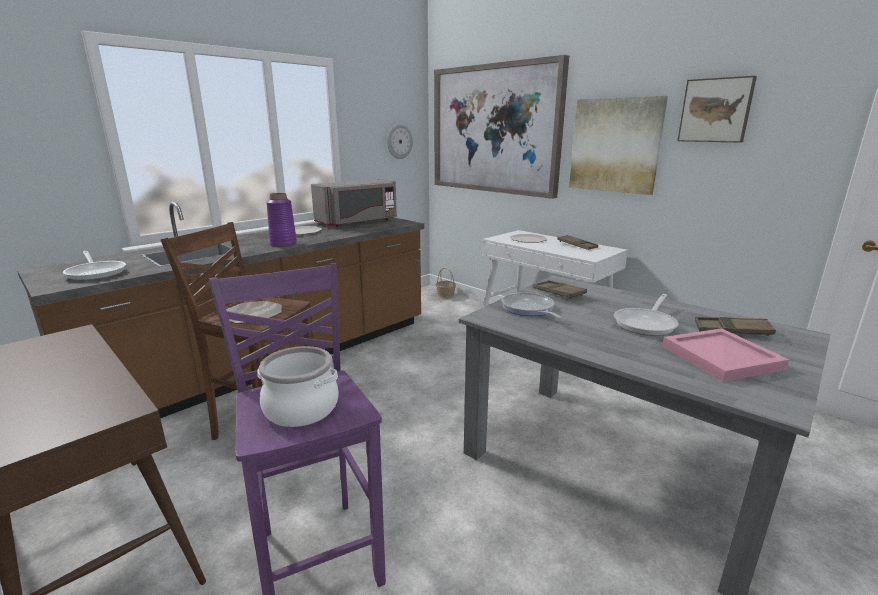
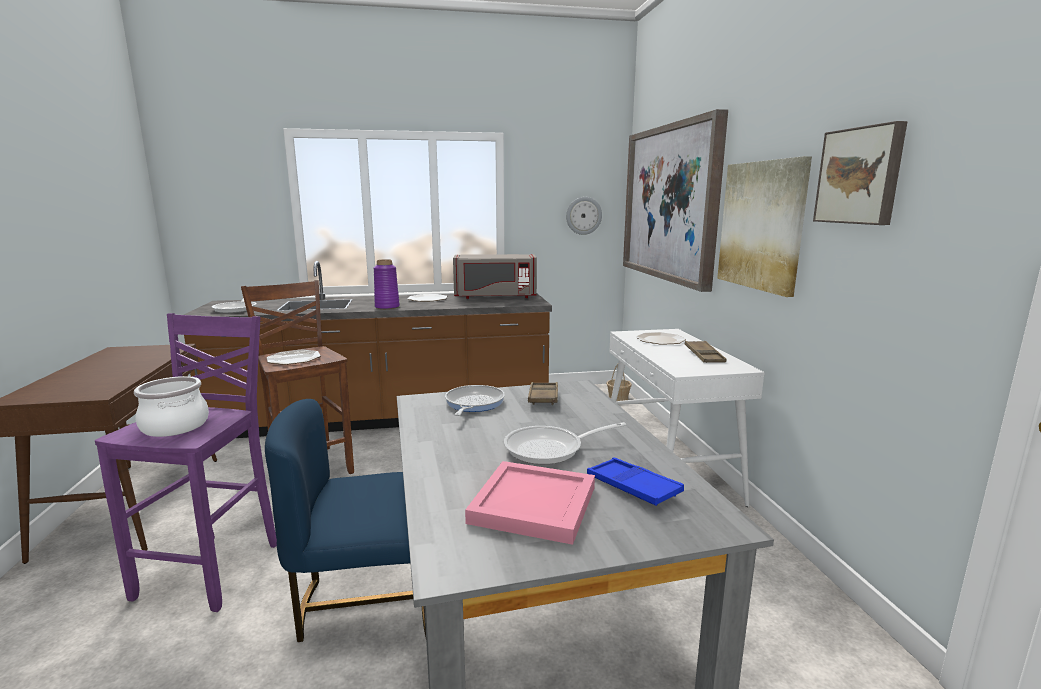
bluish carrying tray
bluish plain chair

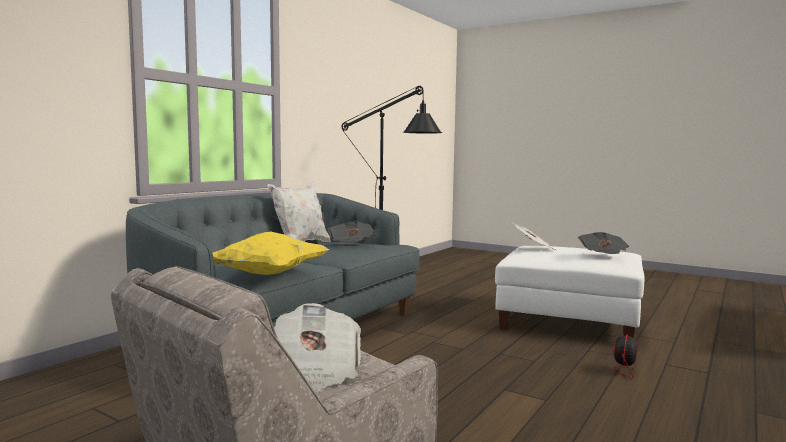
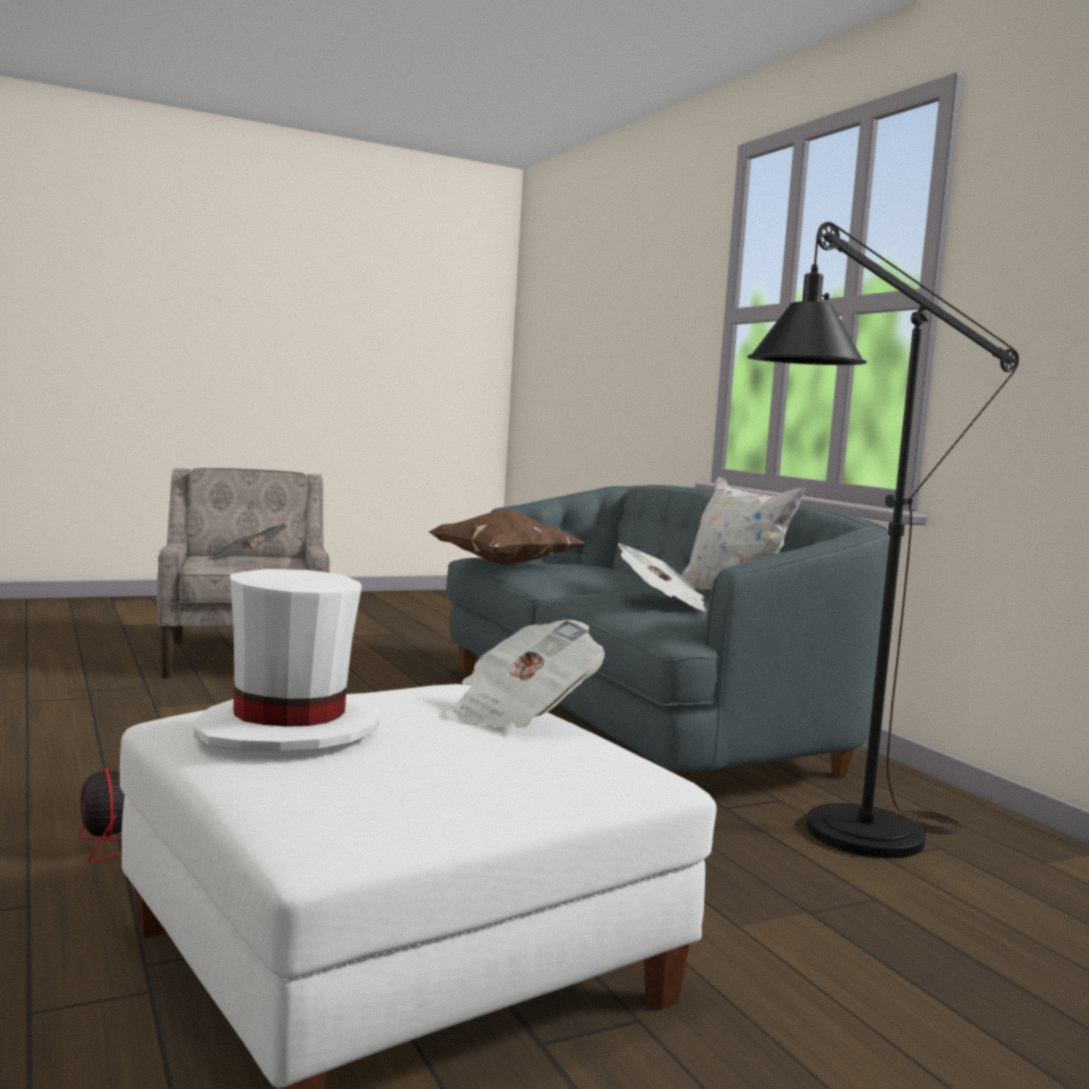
brownish pillow
whitish hat

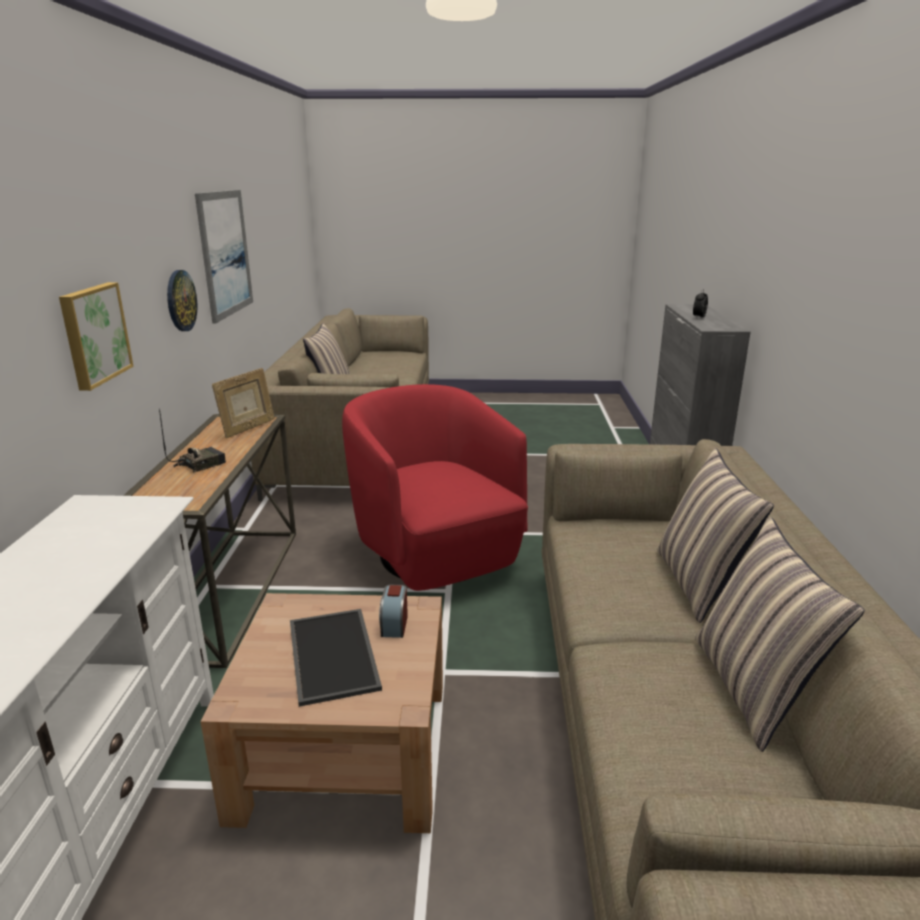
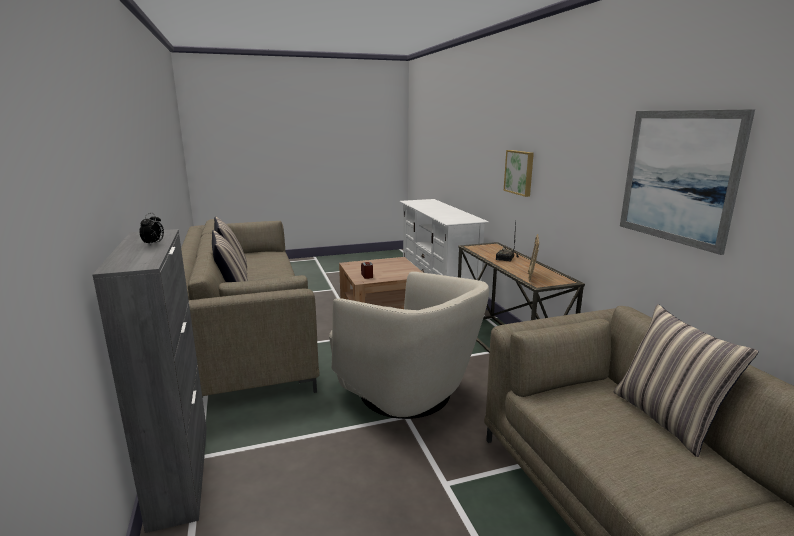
wall clock
carrying tray
sand-coloured lounge chair

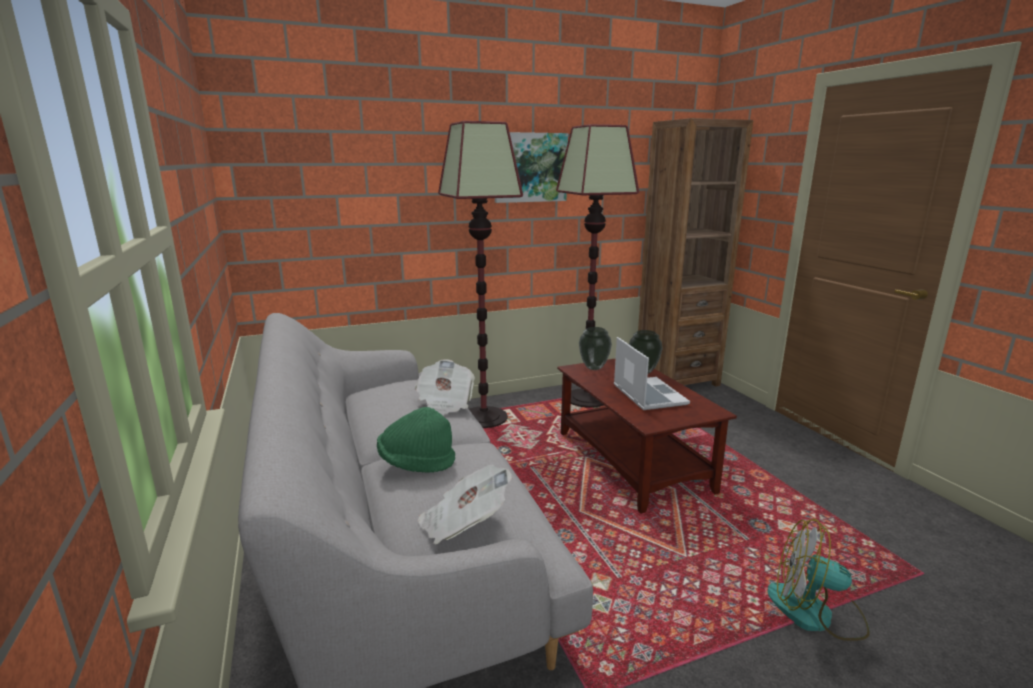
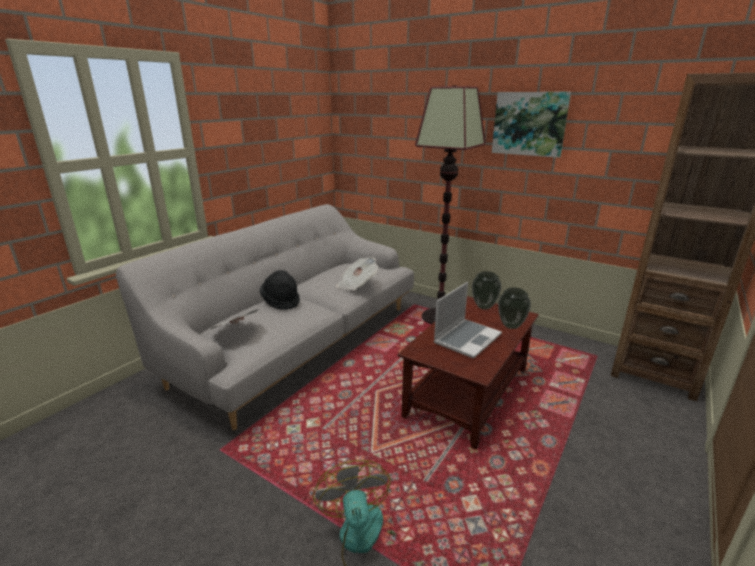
blackish hat
standing lamp (no. 2 from left in the first image)

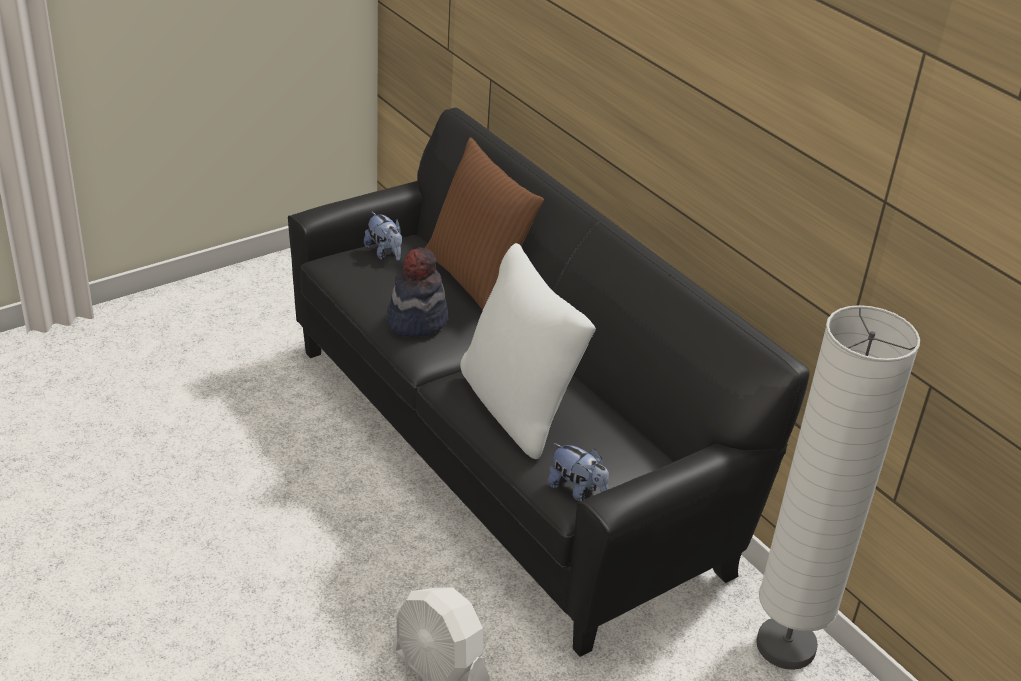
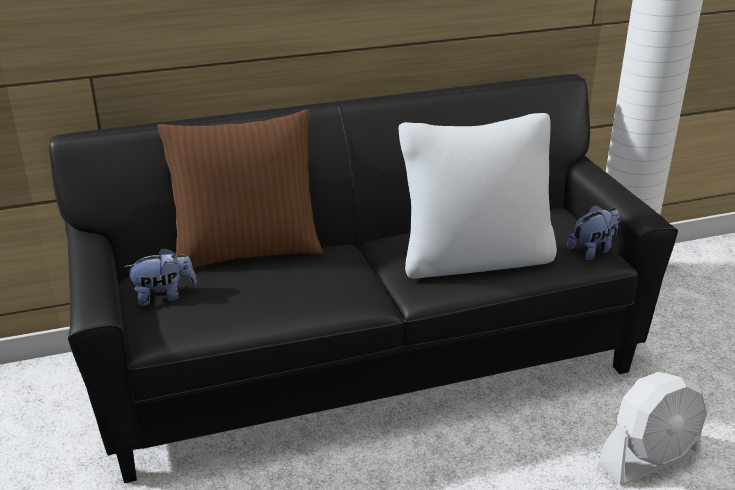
hat

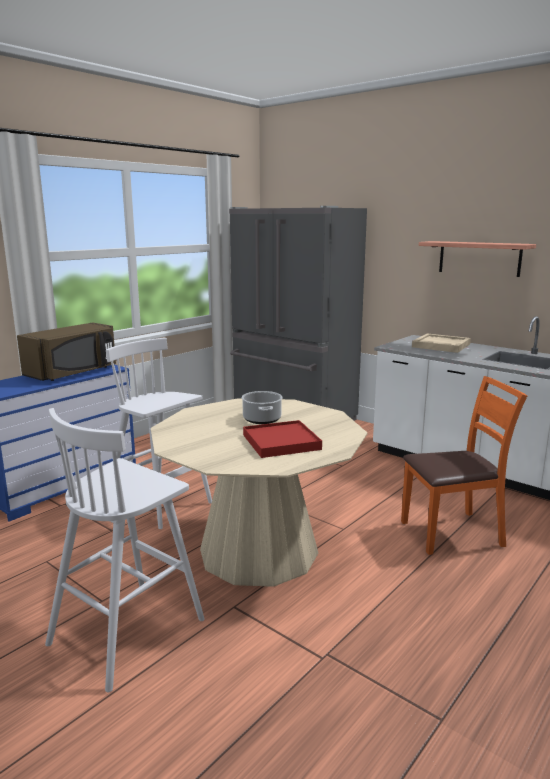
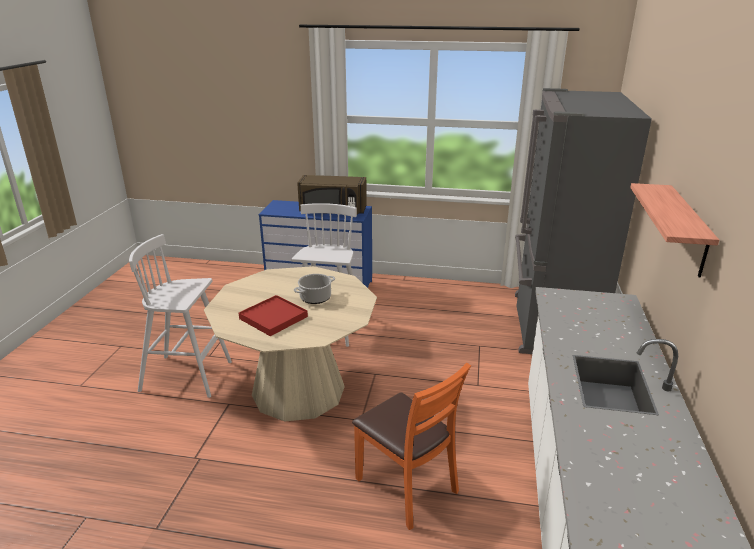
sand-coloured carrying tray

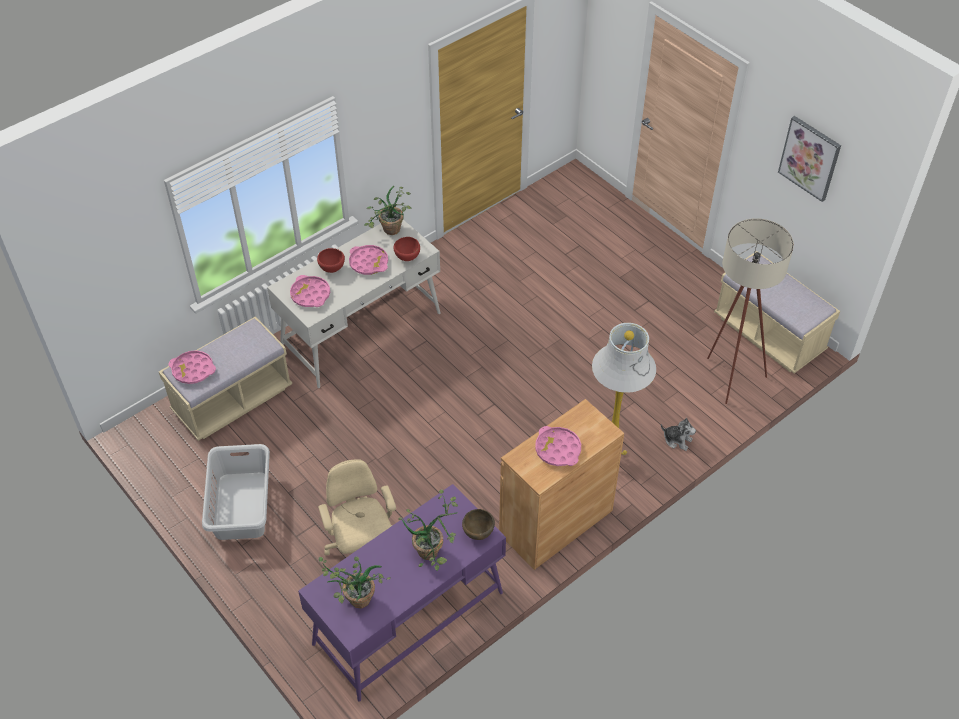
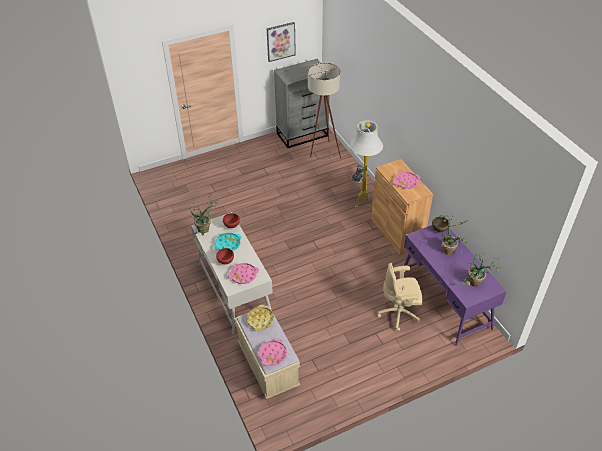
grey hamper
turquoise-coloured carrying tray
grey chest of drawers
yellow-coloured carrying tray

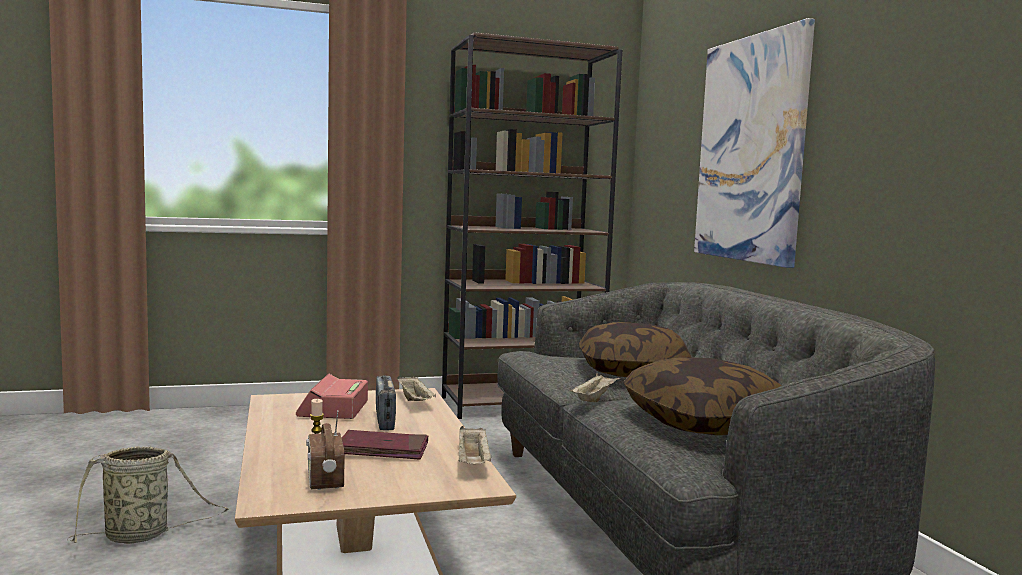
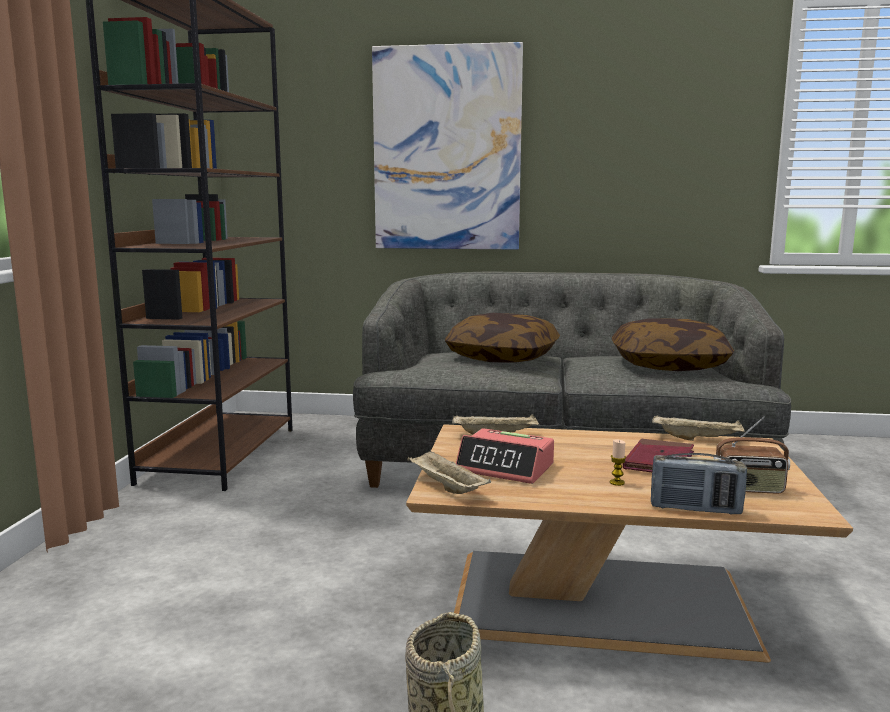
radio set (no. 1 from left)
sand-coloured carrying tray (no. 1 from left)

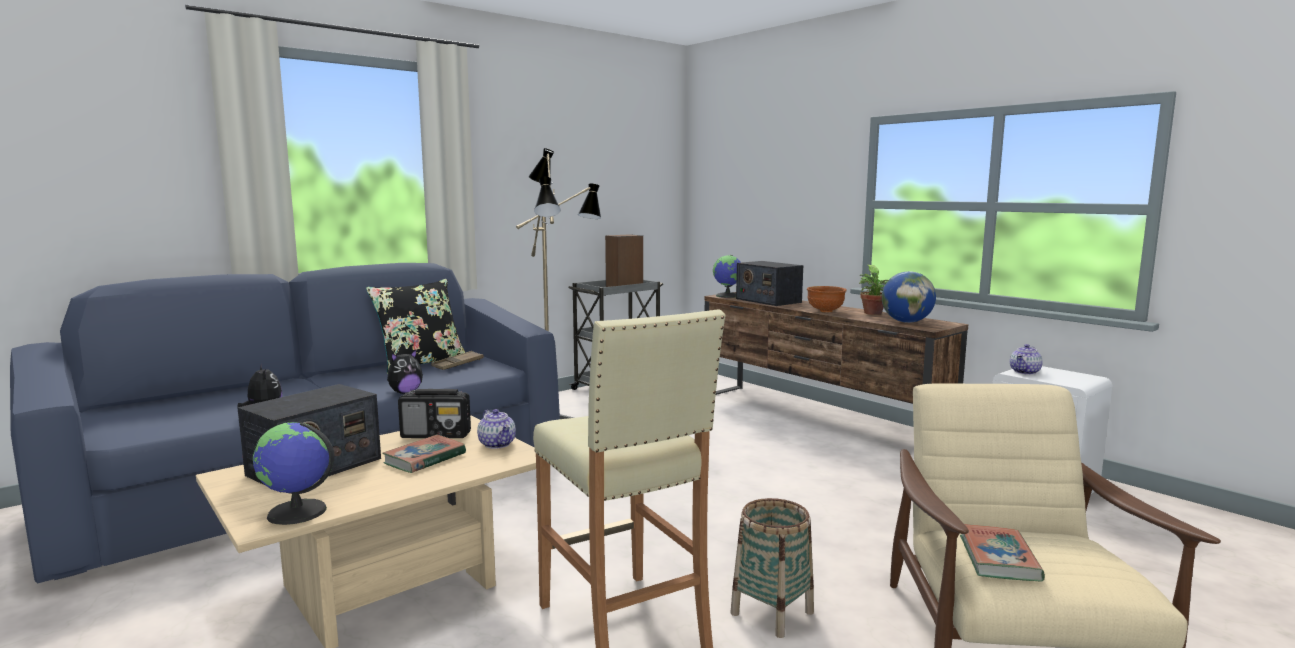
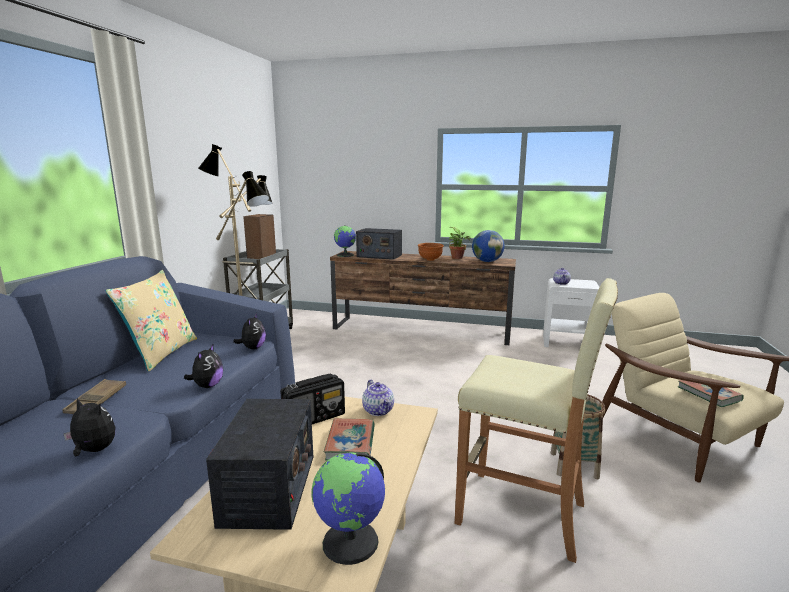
sand-coloured pillow
brownish carrying tray
tea pot (no. 1 from left)
cuddly toy (no. 3 from left)

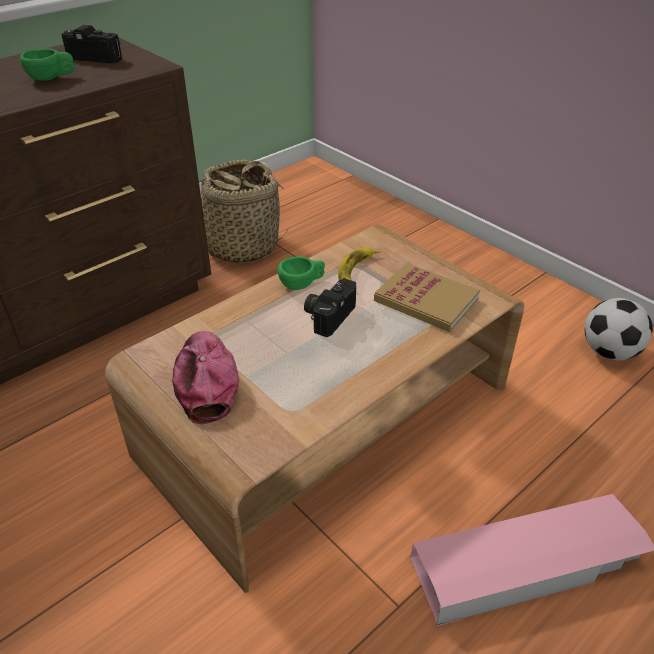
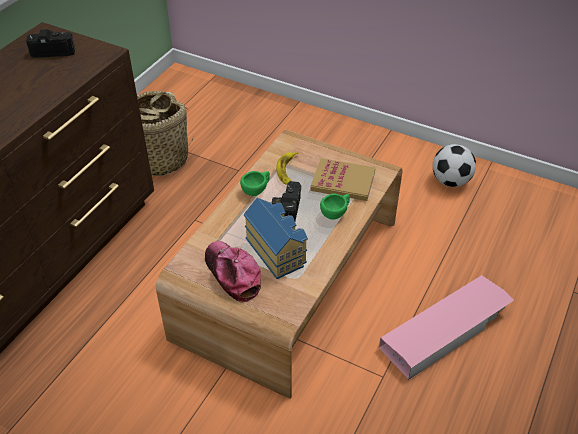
green small cup (no. 2 from left)
miniature house

